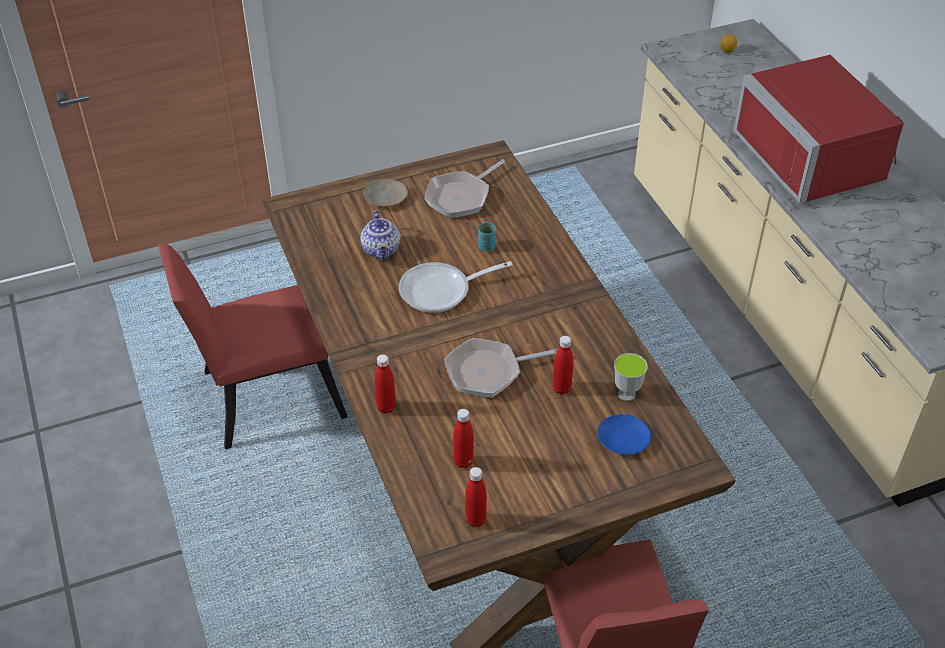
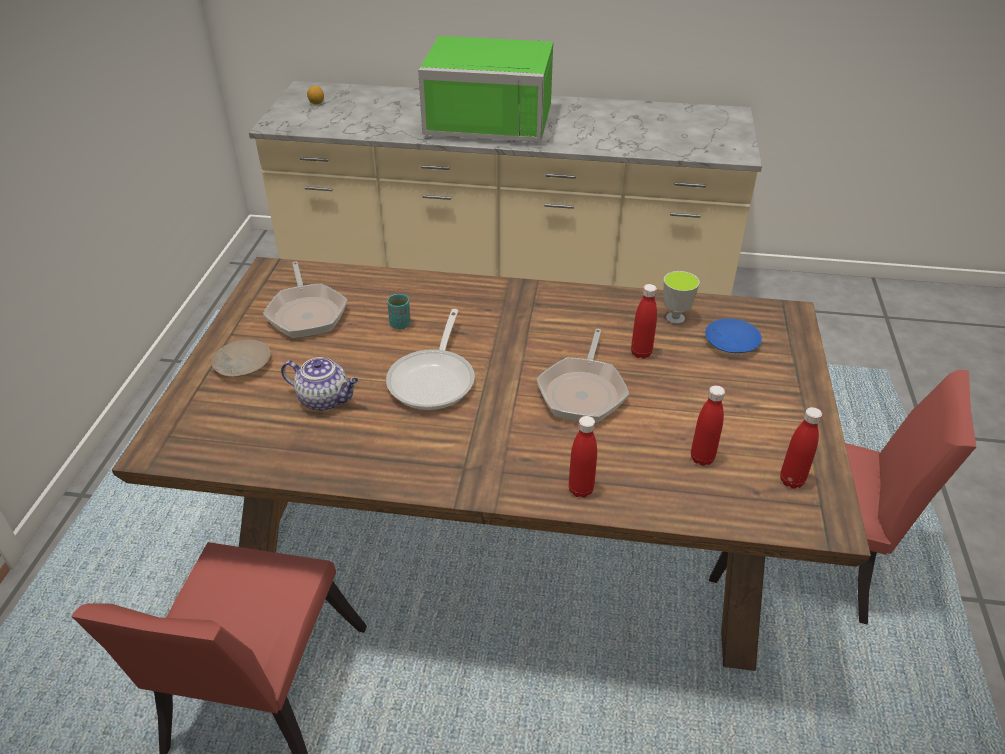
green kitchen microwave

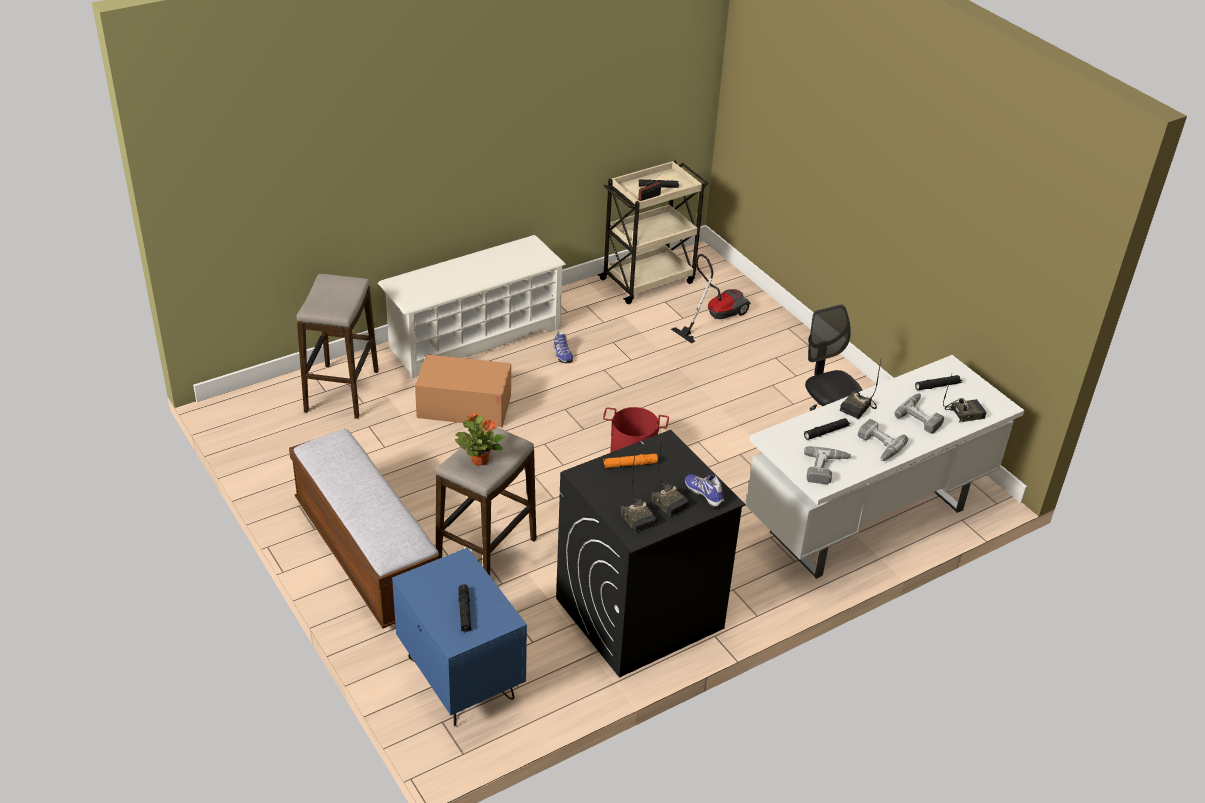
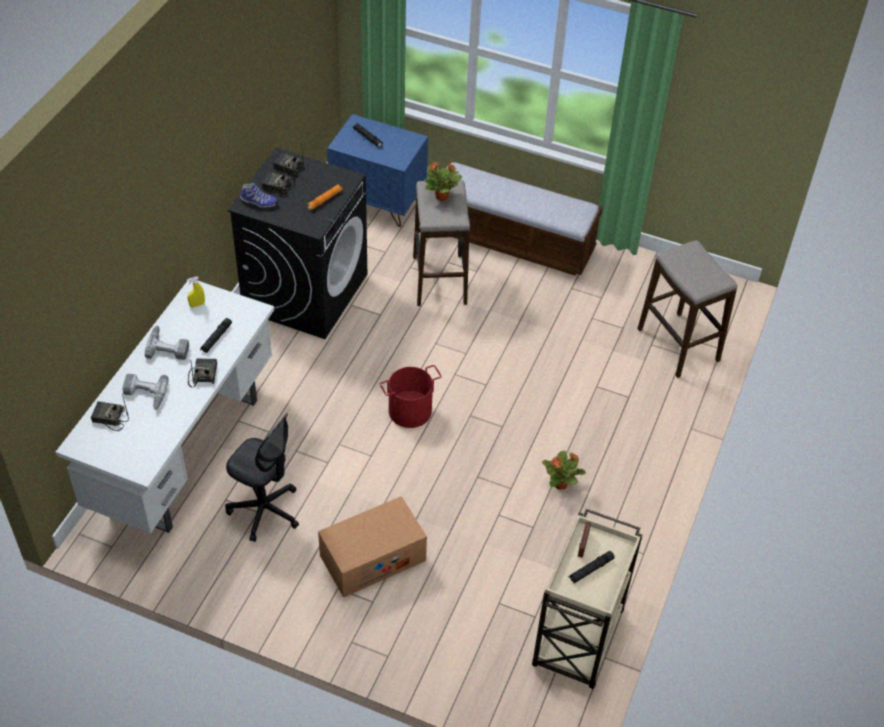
whitish shoe stand
packing box
potted plant (no. 2 from left)
vacuum
yellow-coloured sprayer
blackish torch (no. 4 from left in the first image)
radio set (no. 1 from left)

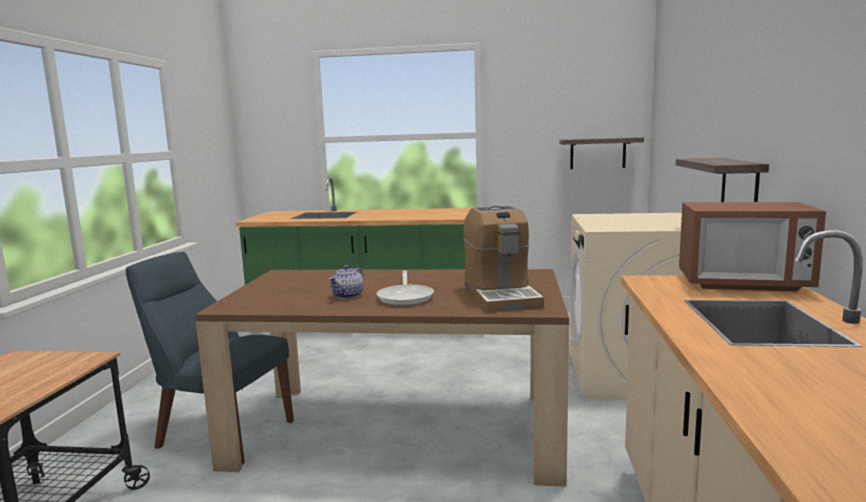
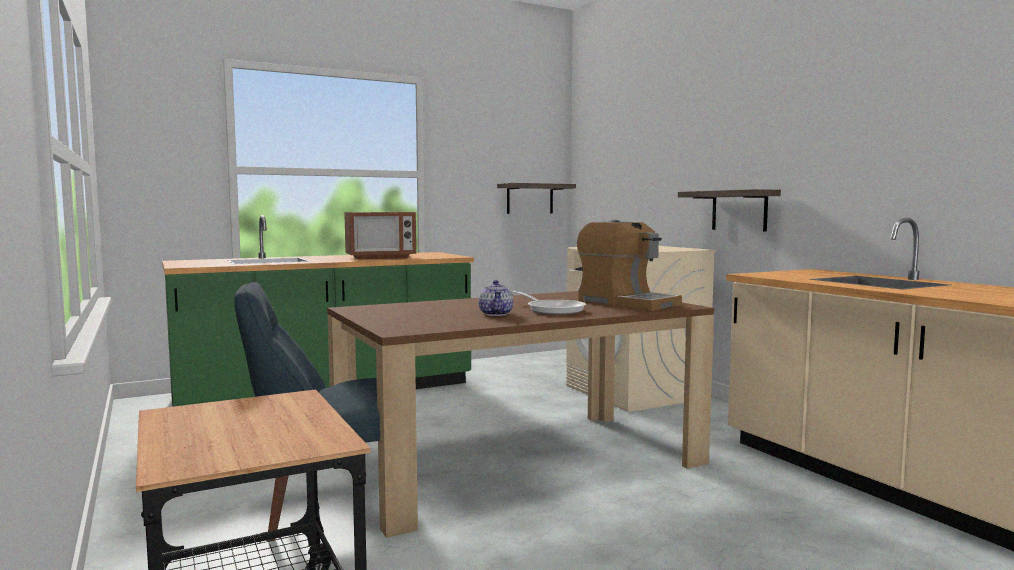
kitchen microwave

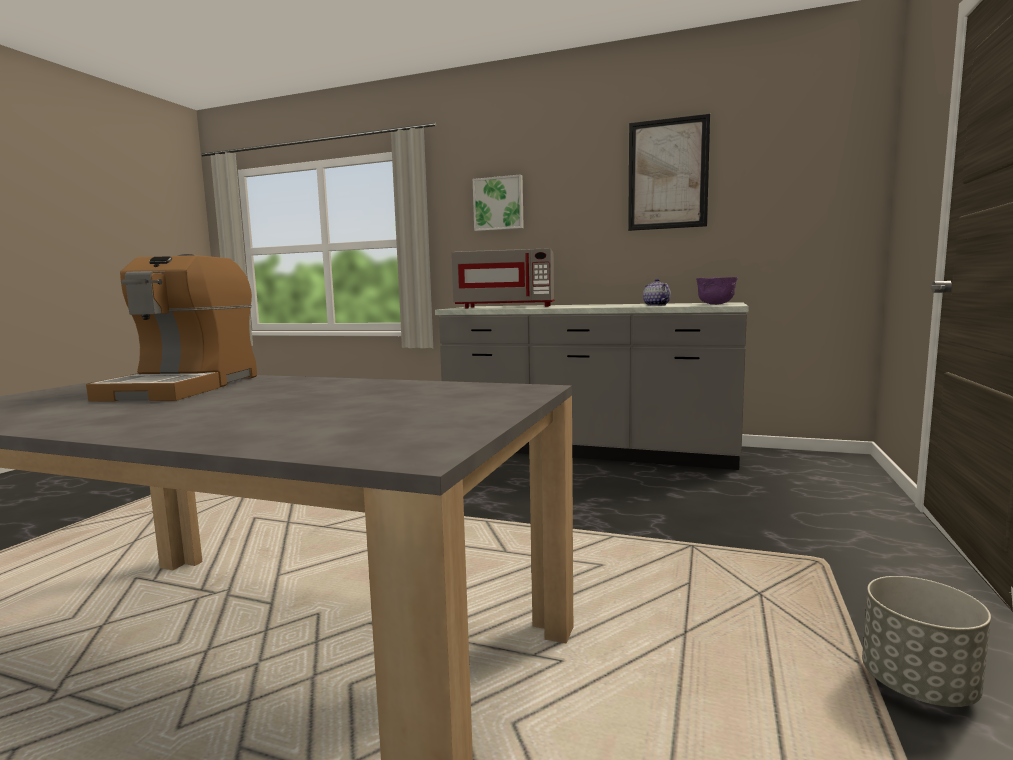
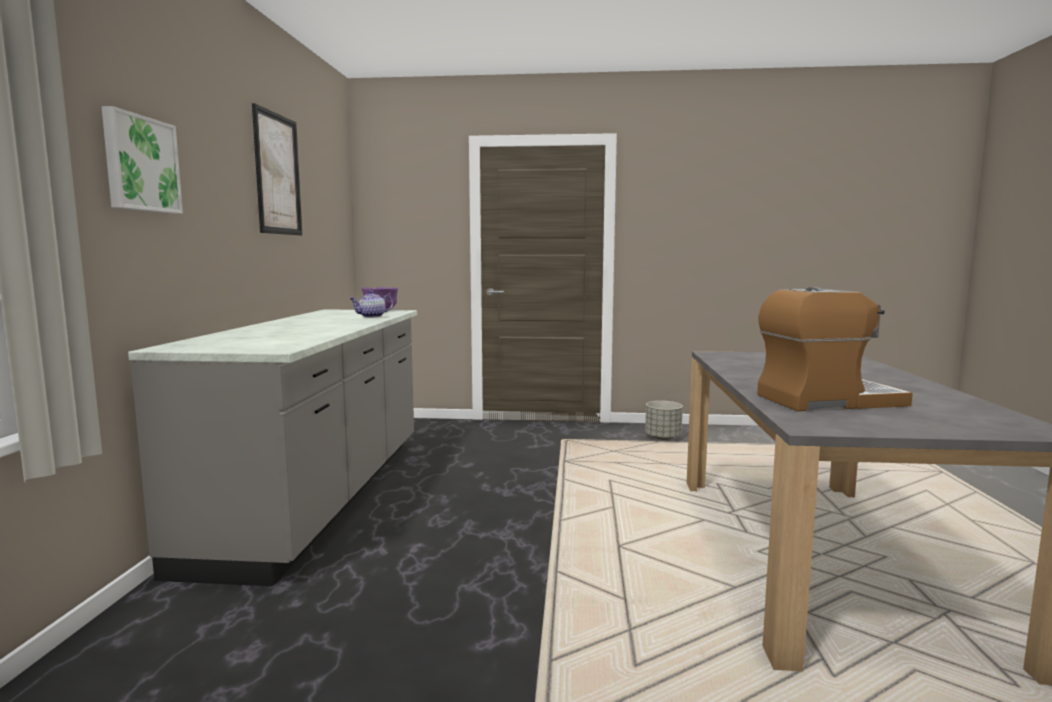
grey kitchen microwave

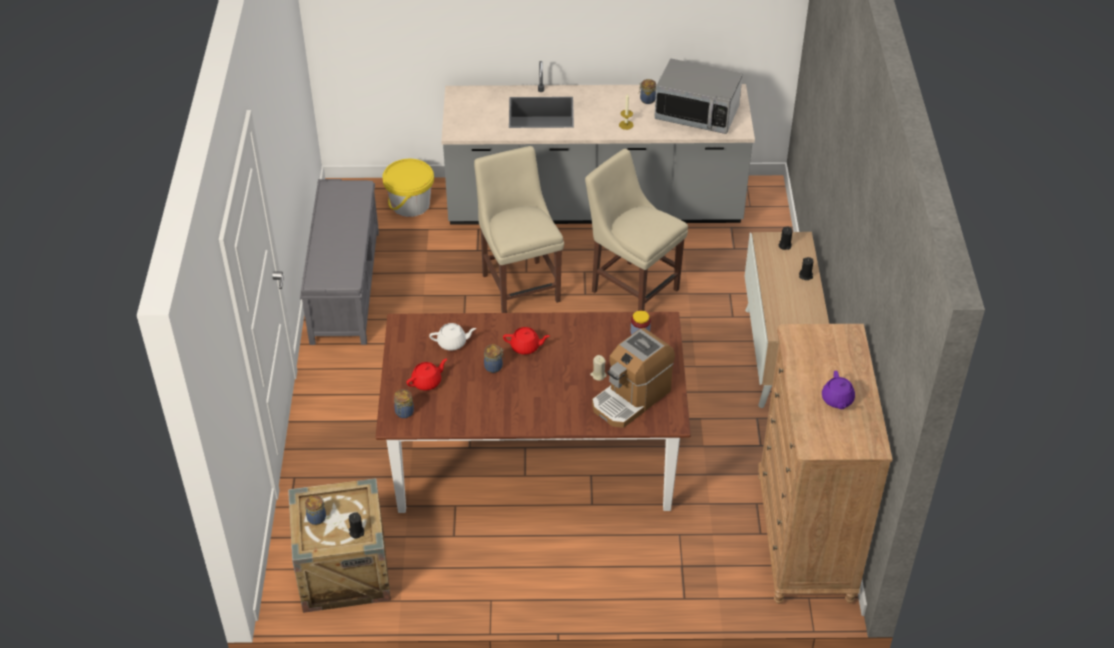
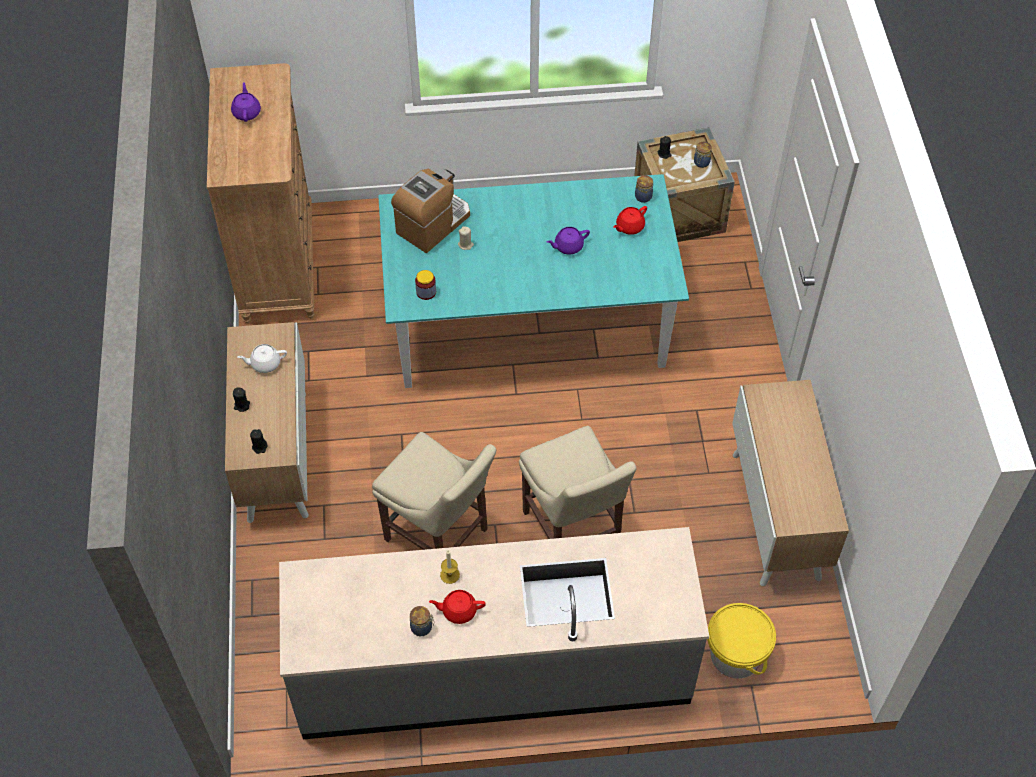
cabinet (no. 2 from left)
turquoise-coloured dinner table
whitish tea pot
purple-coloured tea pot (no. 2 from left)
red-coloured tea pot (no. 1 from left)
kitchen microwave

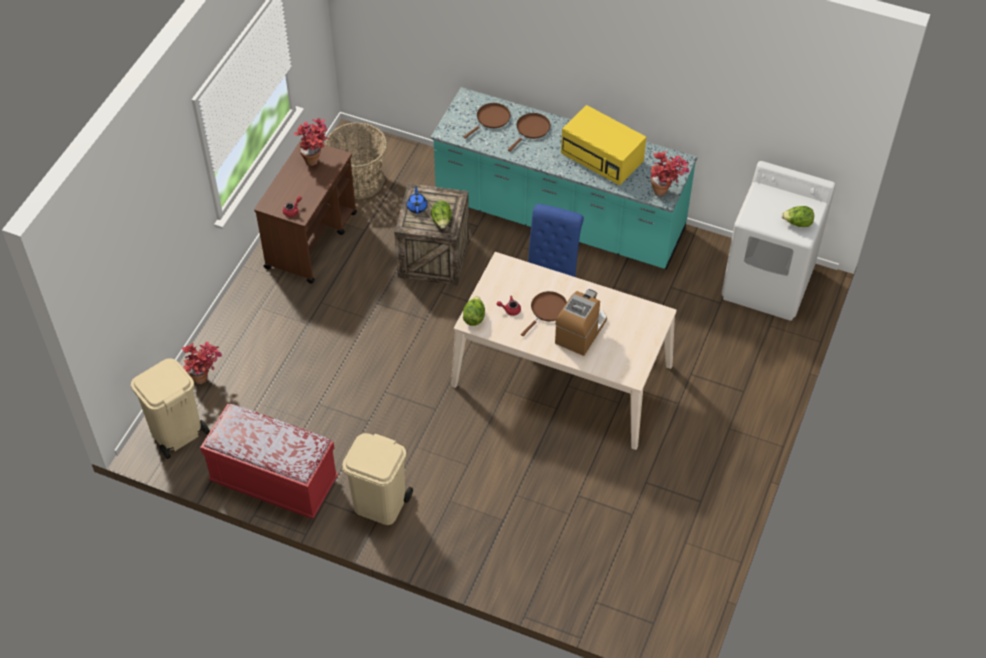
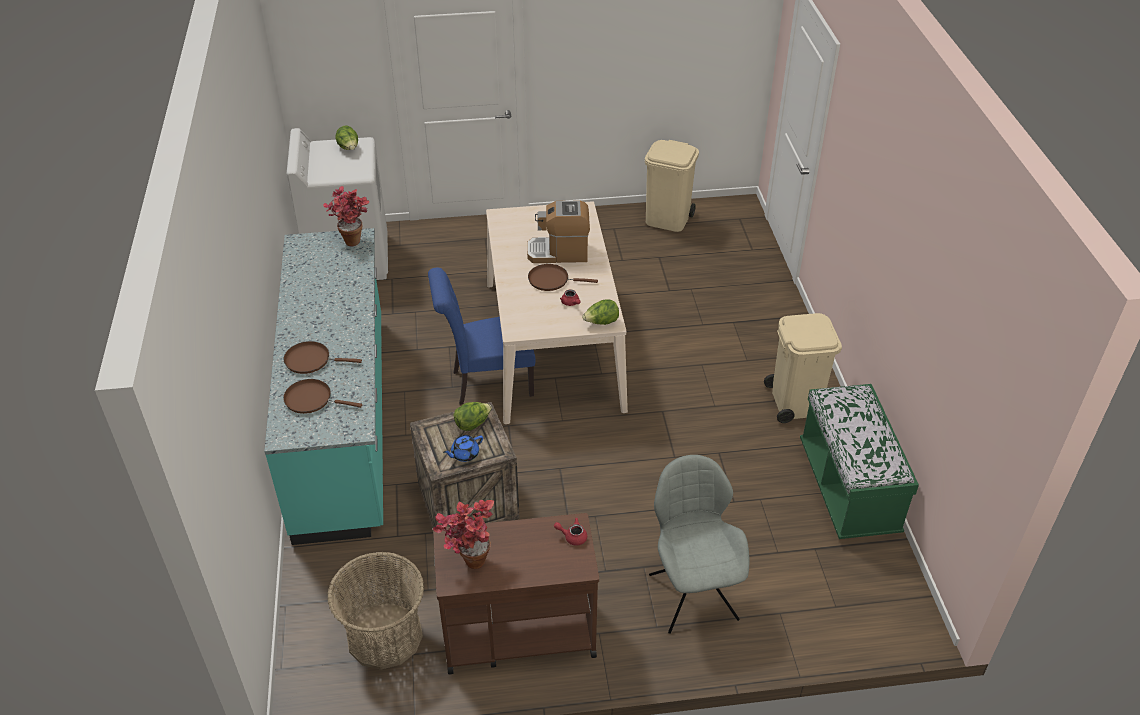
sand-coloured trash can (no. 1 from left)
potted plant (no. 1 from left in the first image)
green long seat
yellow-coloured kitchen microwave
grey plain chair

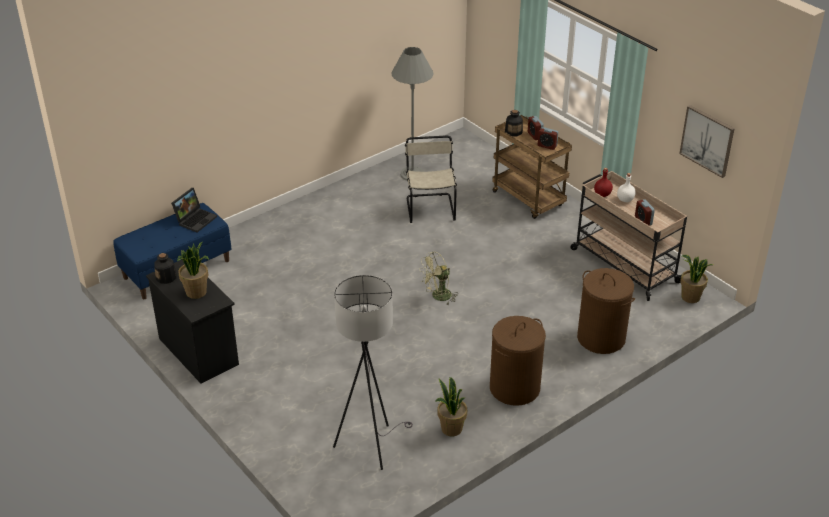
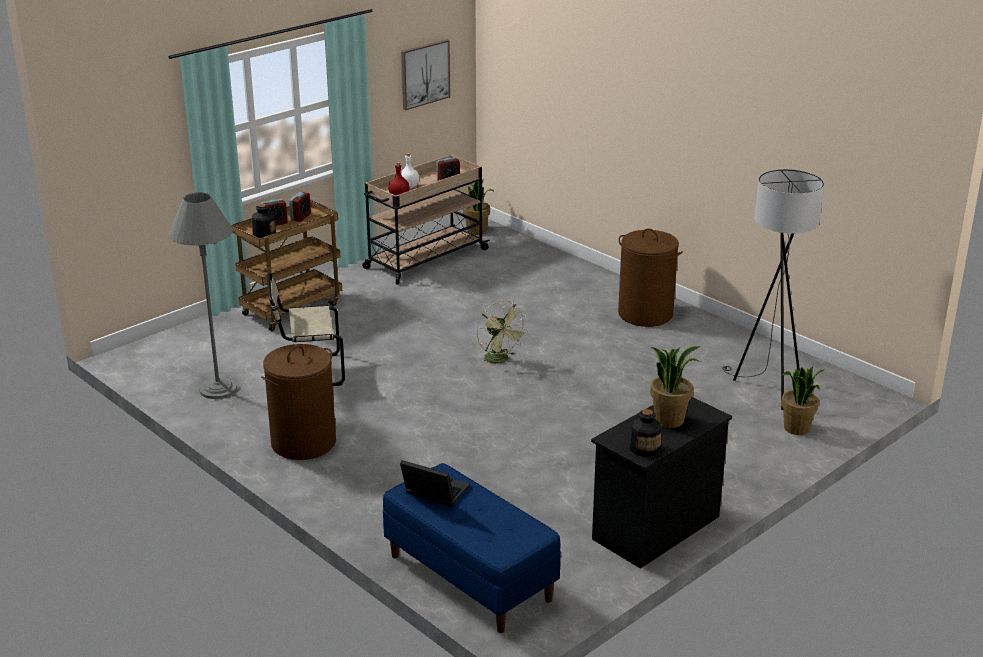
potted plant (no. 3 from left)
brownish hamper (no. 1 from left)

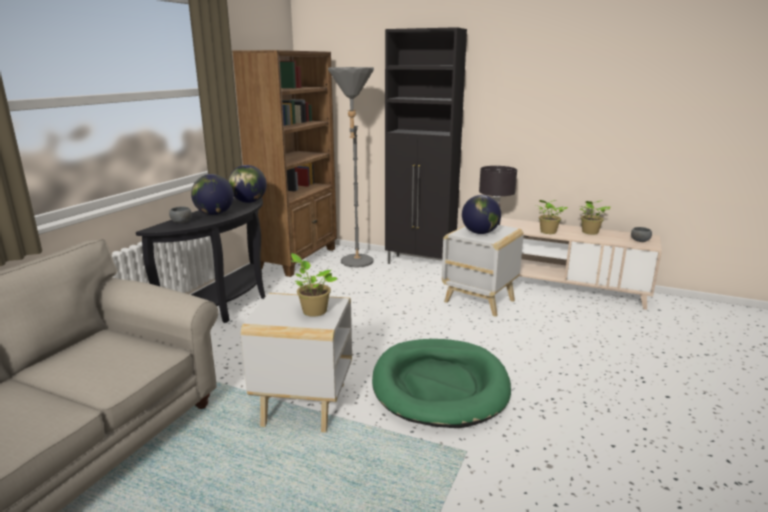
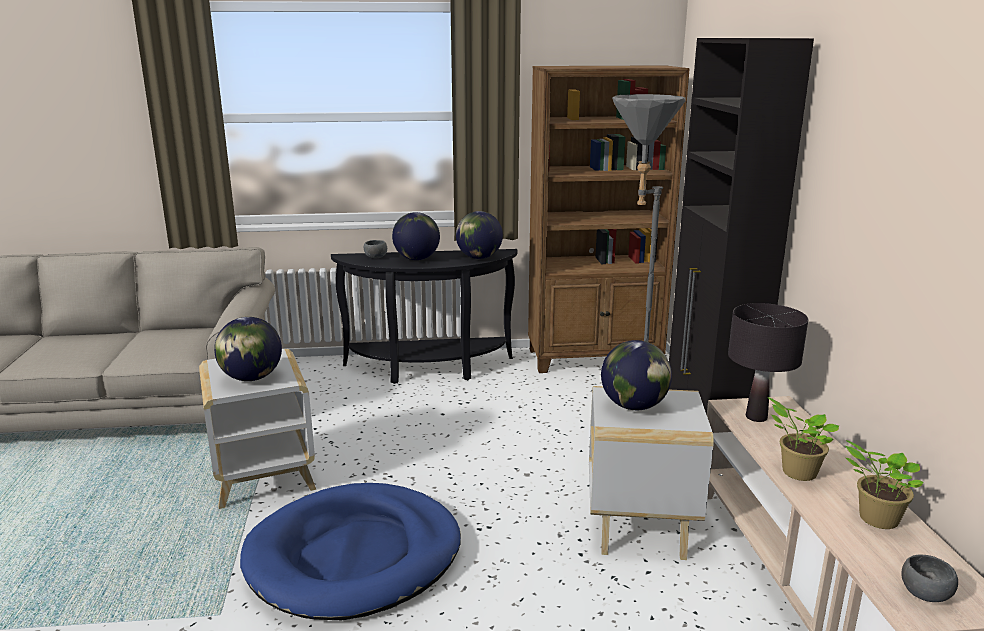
desk globe (no. 1 from left)
bluish dog bed

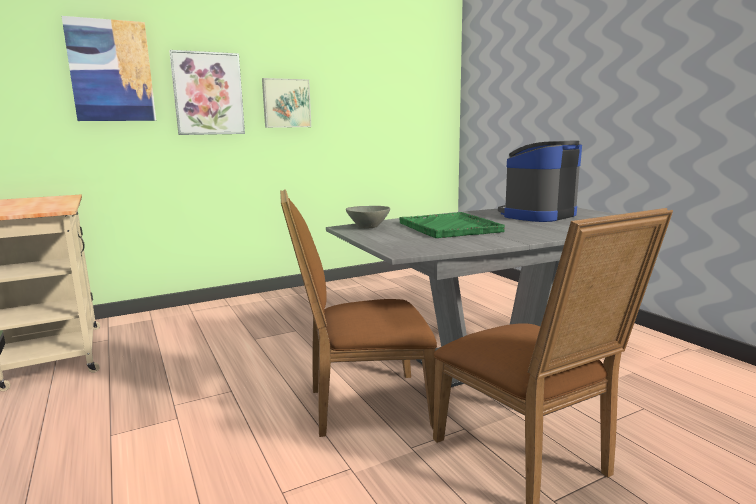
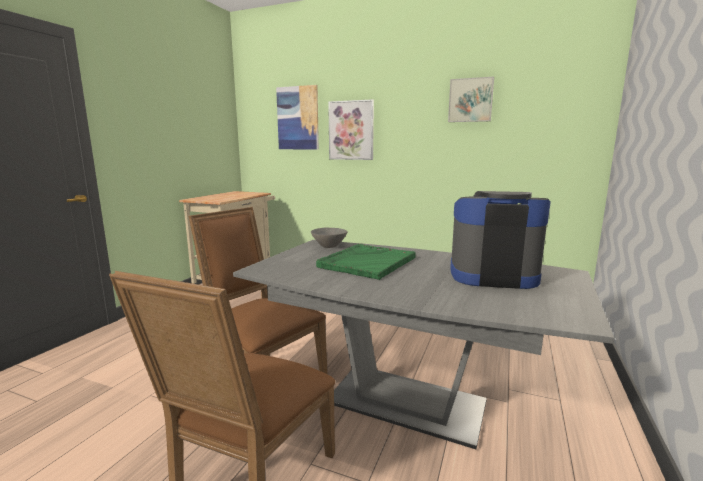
wall art (no. 3 from left)

